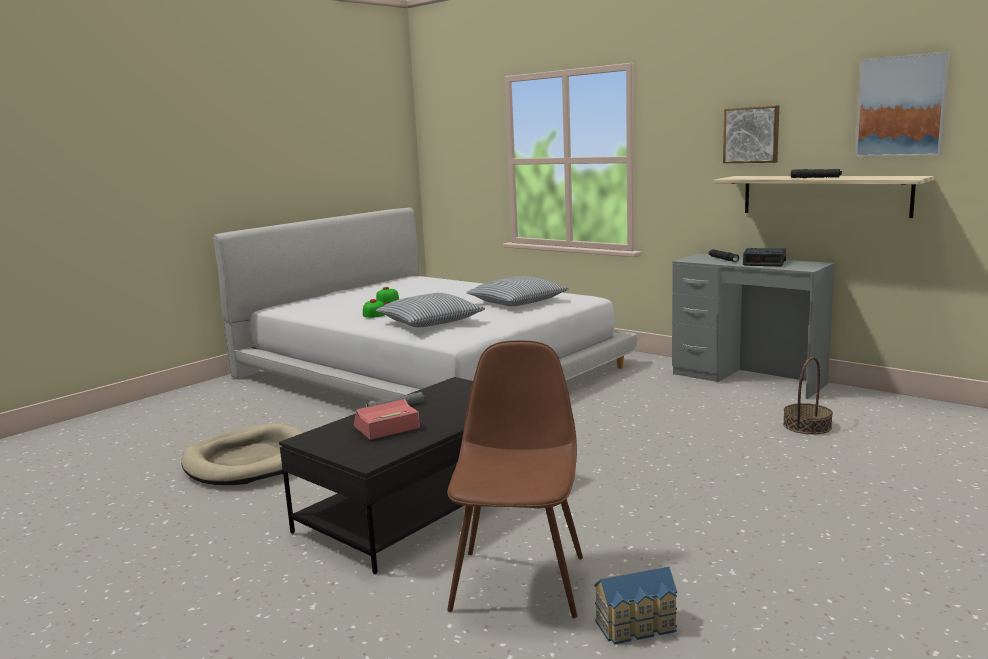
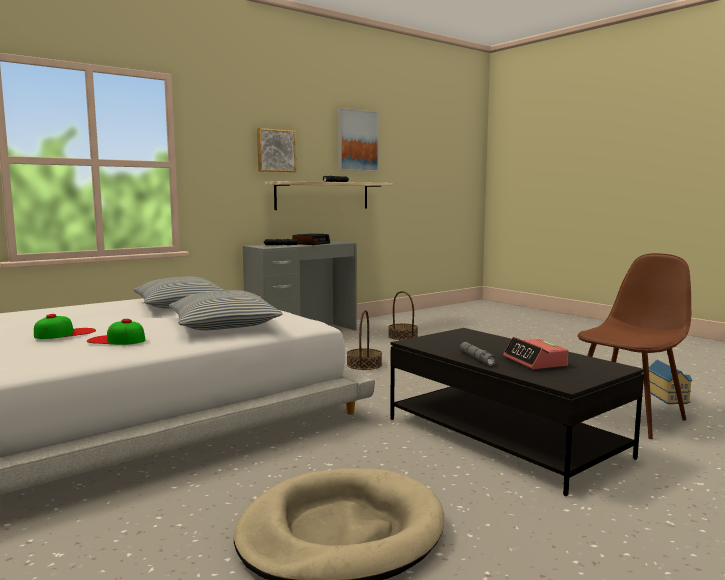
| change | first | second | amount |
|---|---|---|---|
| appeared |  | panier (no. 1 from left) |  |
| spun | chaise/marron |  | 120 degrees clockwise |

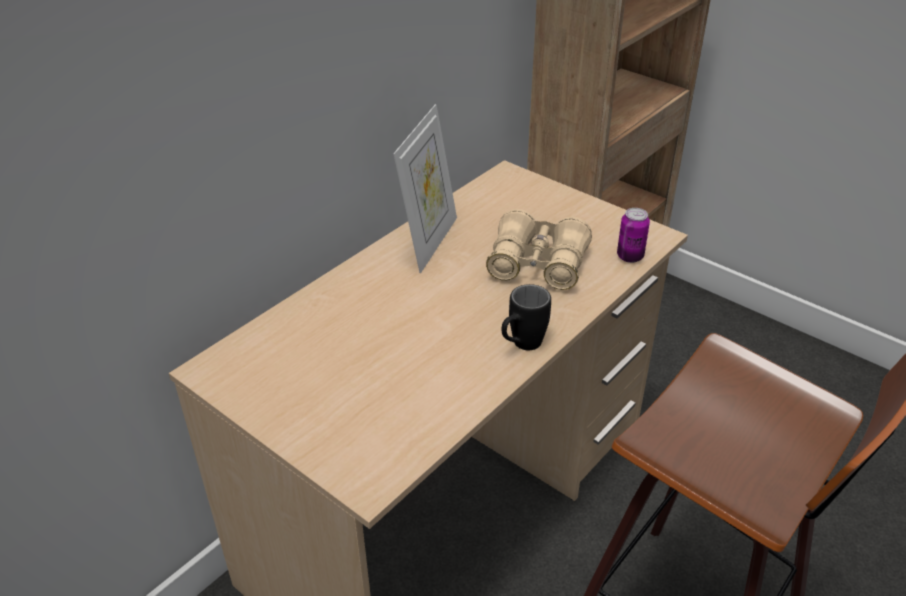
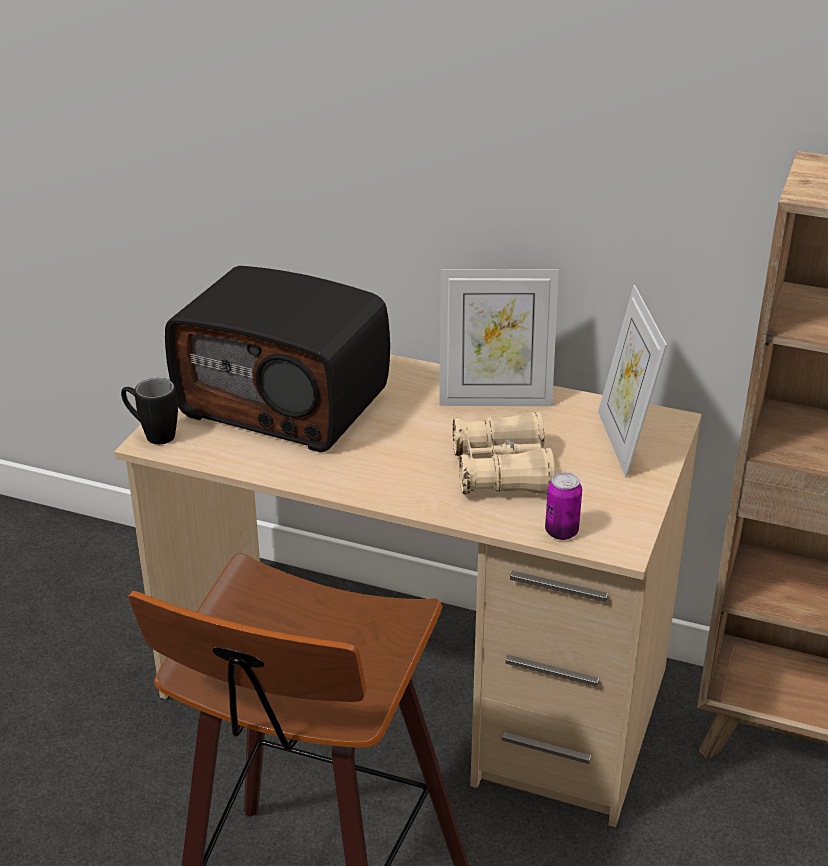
| change | first | second | amount |
|---|---|---|---|
| relocated | mug/noir |  |  |
| appeared |  | radio |  |
| appeared |  | cadre photo (no. 2 from left) |  |

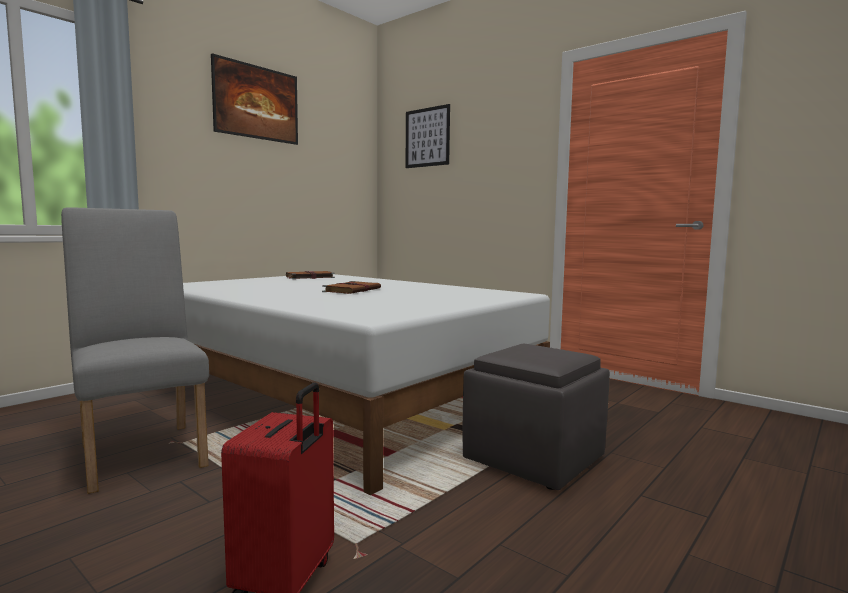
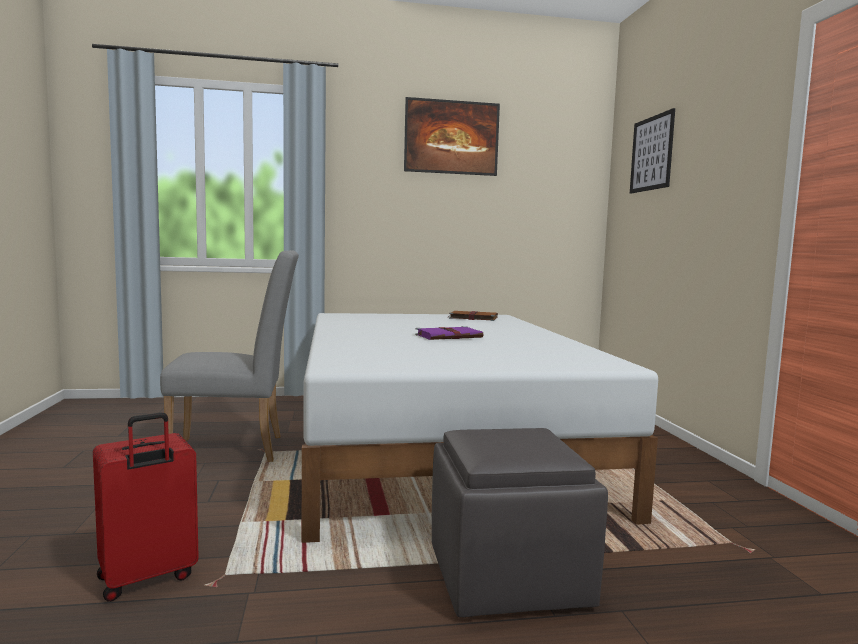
| change | first | second | amount |
|---|---|---|---|
| spun | chaise/gris |  | 75 degrees clockwise |
| colour | livre/marron (no. 2 from left) | livre/violet |  |

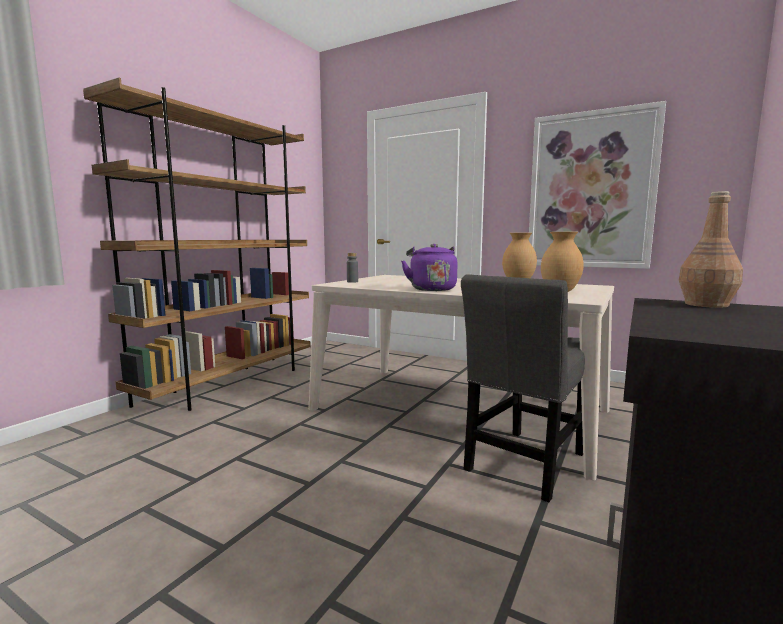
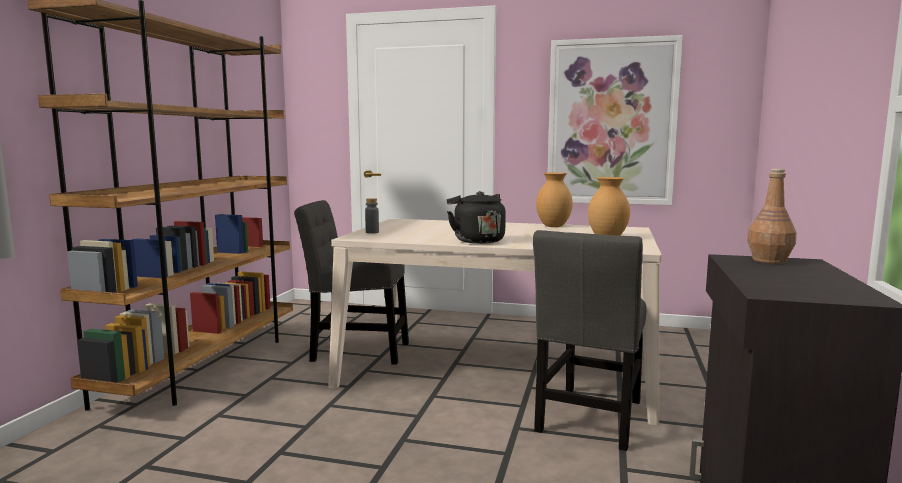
| change | first | second | amount |
|---|---|---|---|
| appeared |  | chaise/gris (no. 1 from left) |  |
| colour | bouilloire/violet | bouilloire/noir |  |

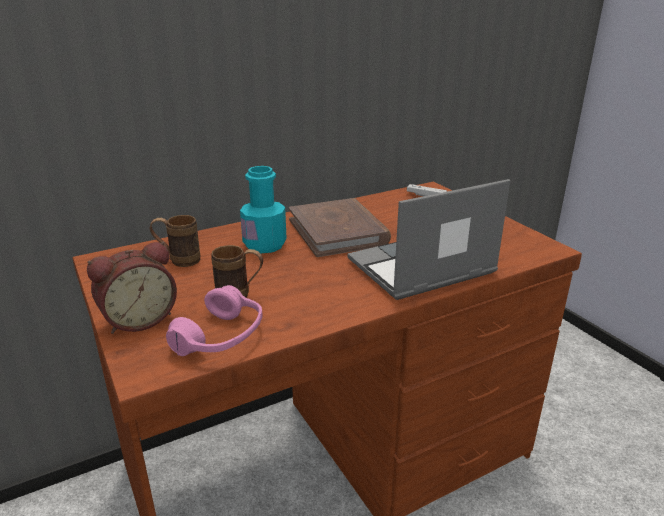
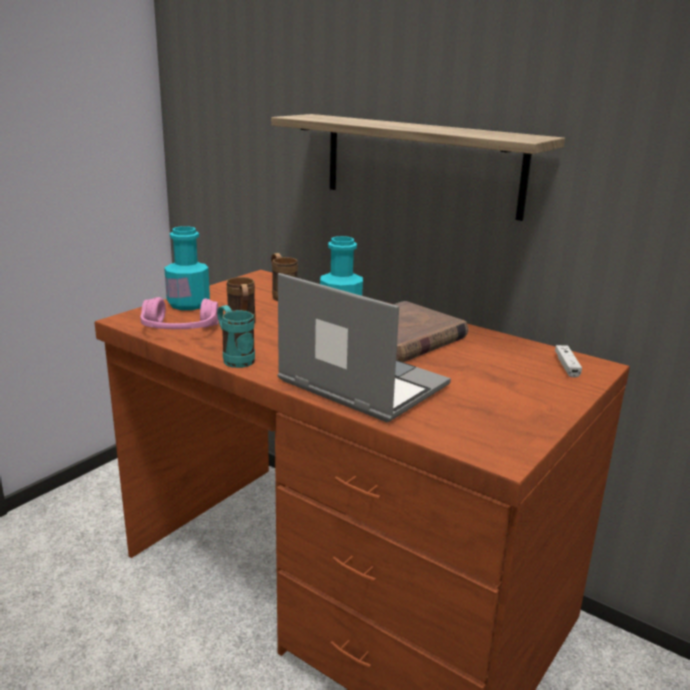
| change | first | second | amount |
|---|---|---|---|
| exchanged | réveil | bouteille/turquoise (no. 1 from left) |  |
| appeared |  | mug/turquoise |  |
| appeared |  | étagère |  |

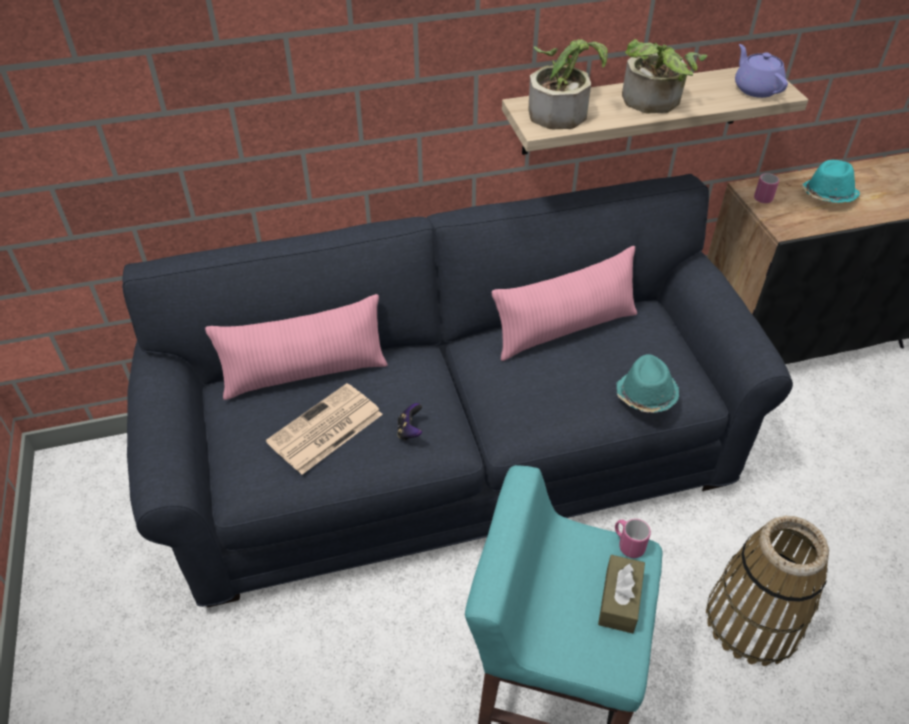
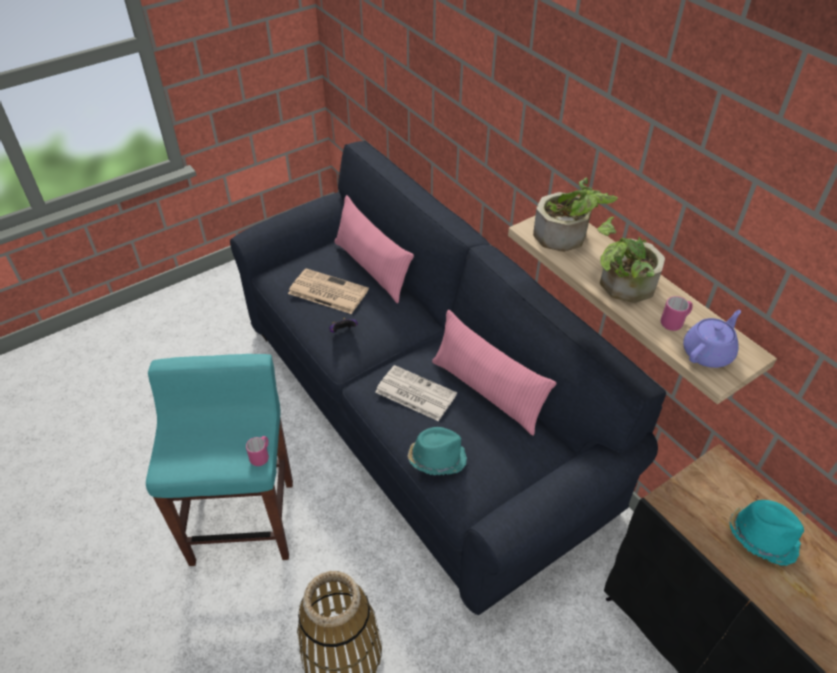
| change | first | second | amount |
|---|---|---|---|
| appeared |  | journal (no. 2 from left) |  |
| relocated | mug/rose (no. 2 from left) |  |  |
| missing | boîte à mouchoirs/marron |  |  |

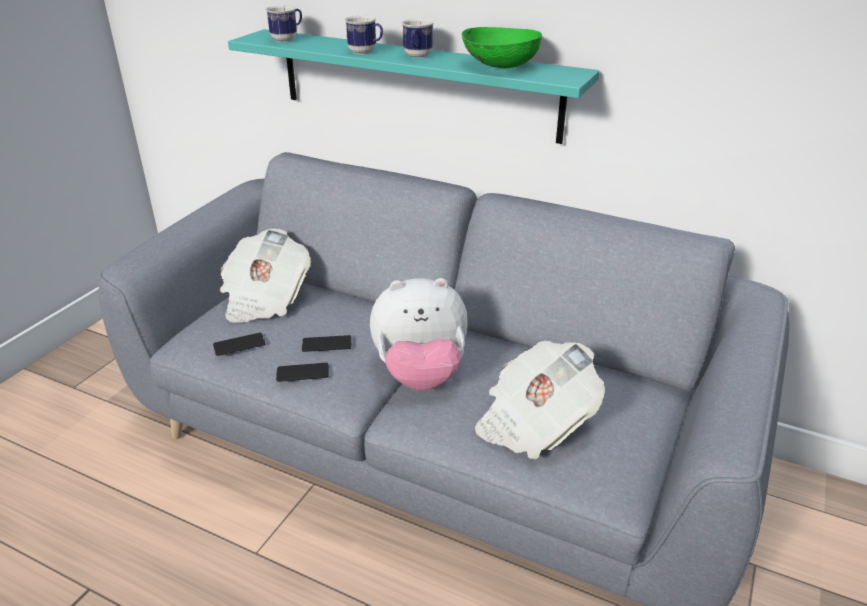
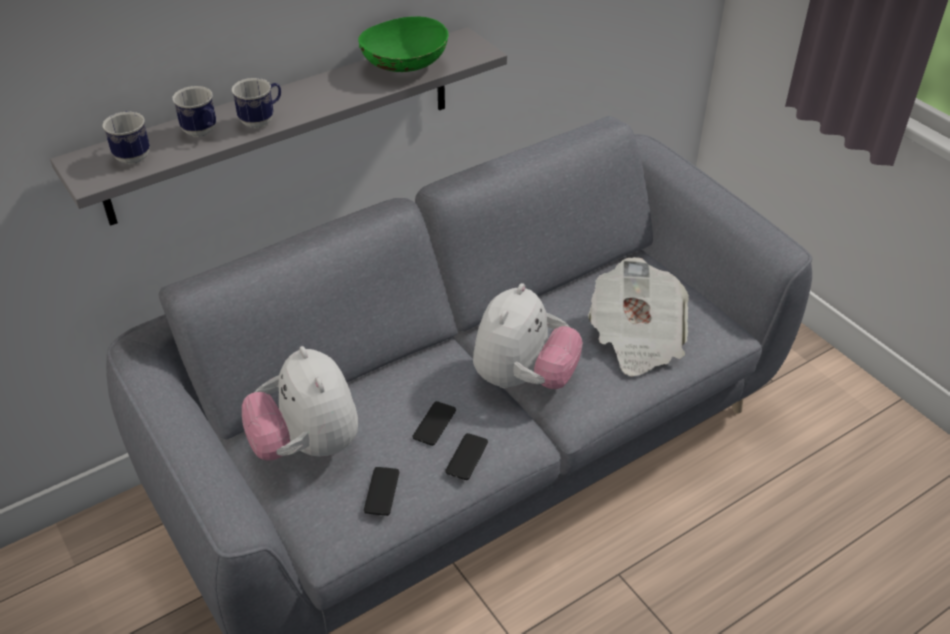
| change | first | second | amount |
|---|---|---|---|
| colour | étagère/turquoise | étagère/gris |  |
| relocated | mug (no. 3 from left in the first image) | mug (no. 2 from left) |  |
| exchanged | journal (no. 1 from left) | peluche (no. 1 from left) |  |

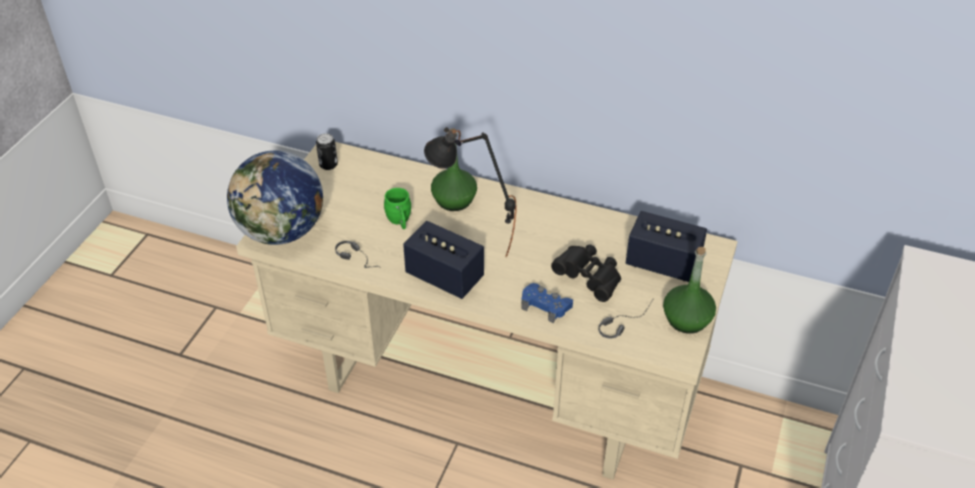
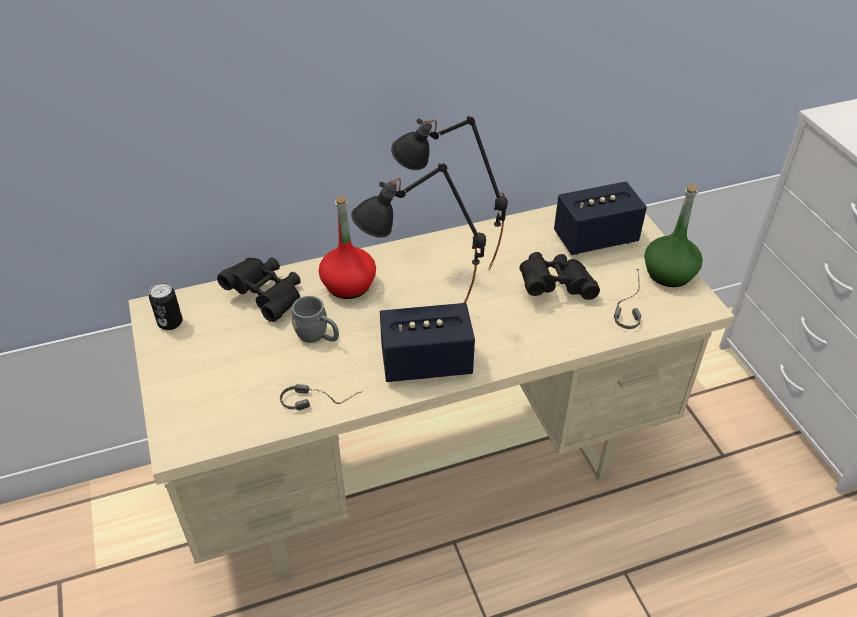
| change | first | second | amount |
|---|---|---|---|
| appeared |  | jumelles/noir (no. 1 from left) |  |
| colour | mug/vert | mug/gris |  |
| colour | bouteille/vert (no. 1 from left) | bouteille/rouge |  |
| appeared |  | lampe de table/noir (no. 2 from left) |  |
| missing | globe |  |  |
| missing | manette/bleu |  |  |

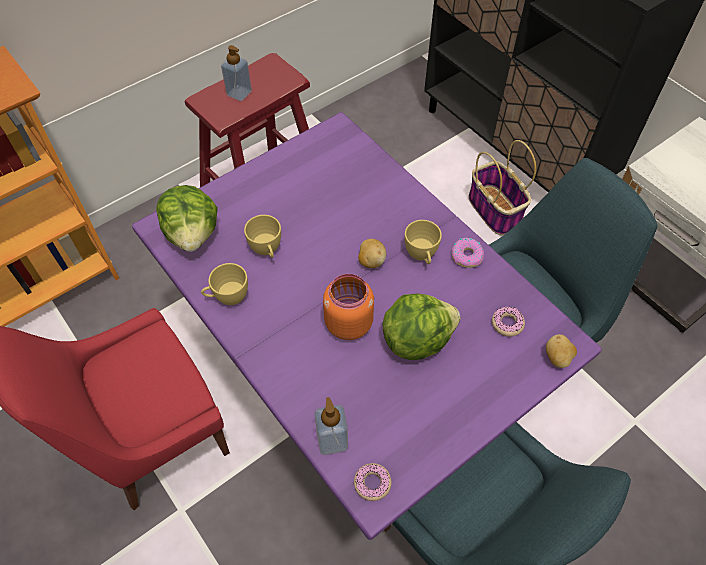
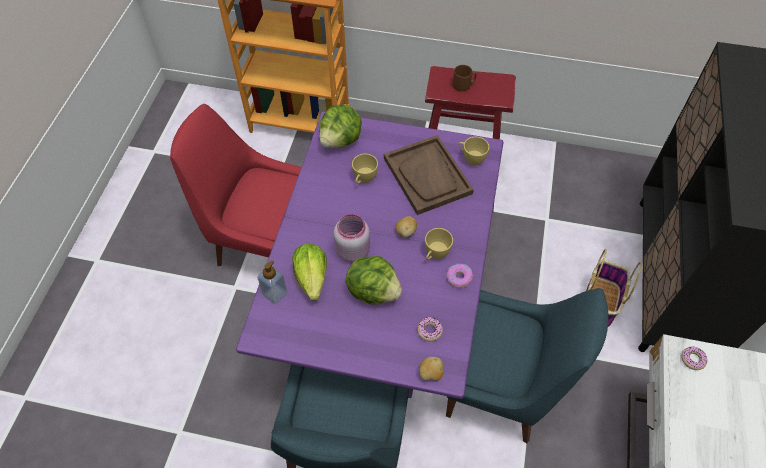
| change | first | second | amount |
|---|---|---|---|
| appeared |  | laitue (no. 1 from left) |  |
| colour | bocal/orange | bocal/rose |  |
| appeared |  | plateau/marron |  |
| exchanged | distributeur de savon (no. 1 from left) | mug/marron |  |
| relocated | tasse/jaune (no. 1 from left in the first image) | tasse/jaune (no. 3 from left) |  |
| relocated | beignet (no. 1 from left in the first image) | beignet (no. 3 from left) |  |

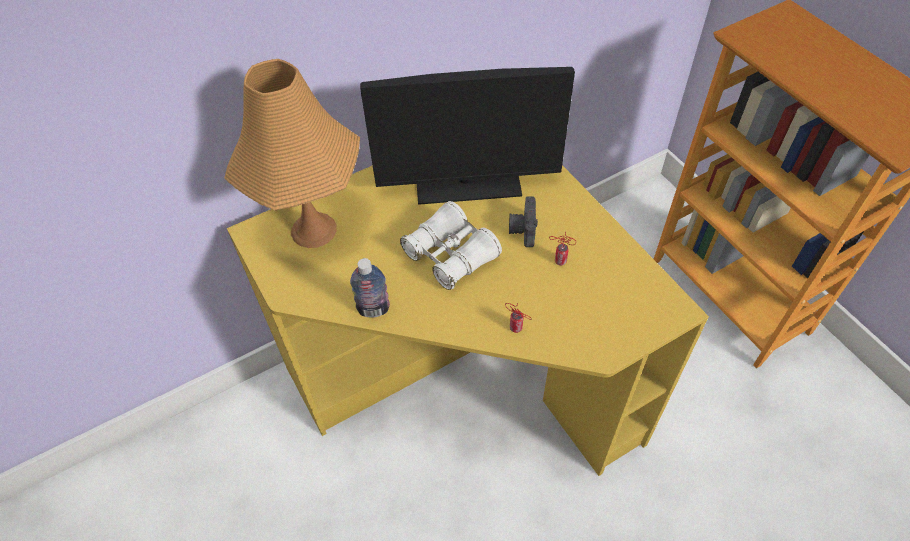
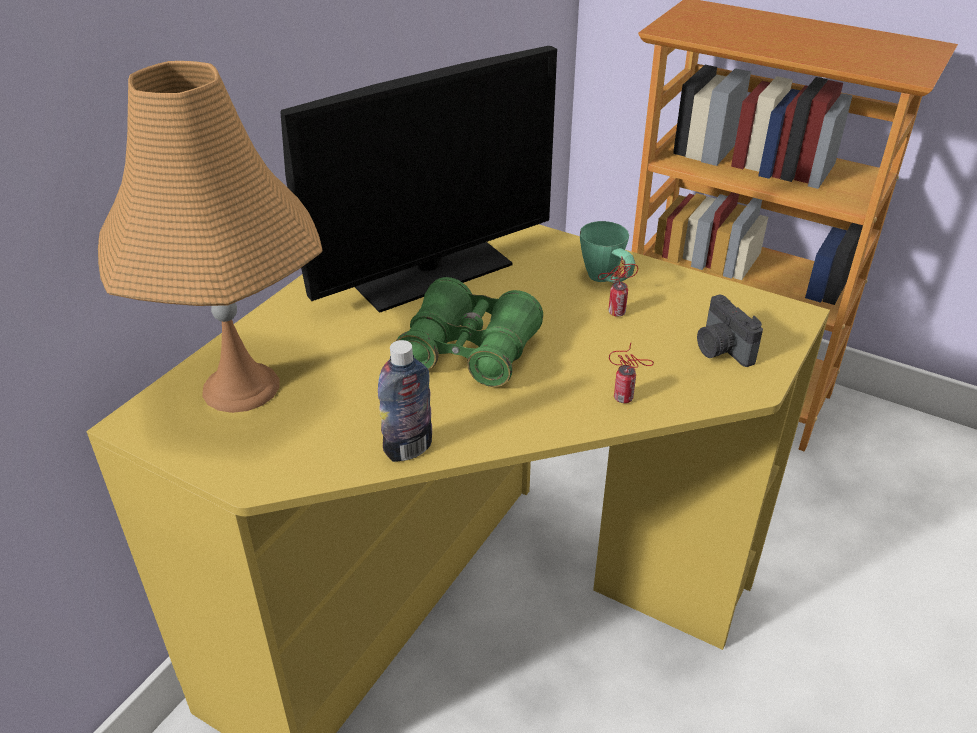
| change | first | second | amount |
|---|---|---|---|
| colour | jumelles/blanc | jumelles/vert |  |
| appeared |  | mug/vert |  |
| relocated | appareil photo |  |  |

